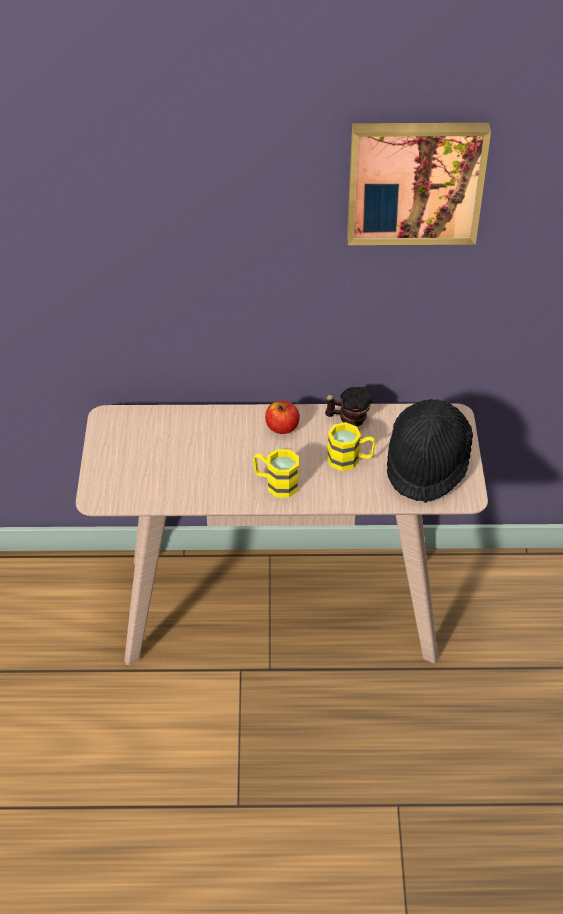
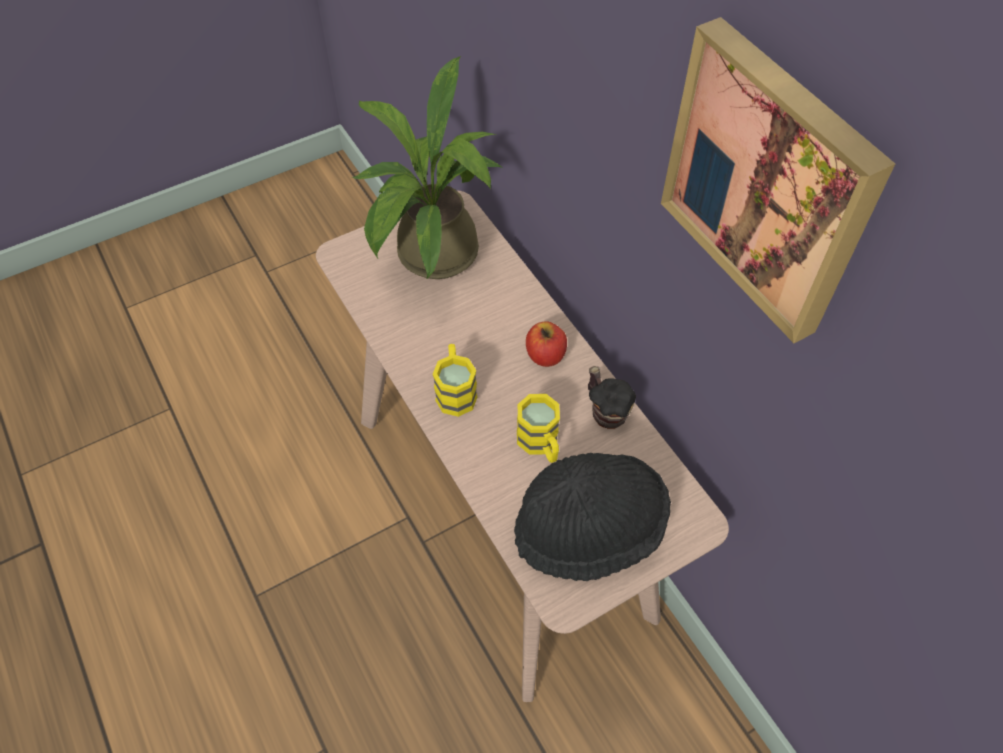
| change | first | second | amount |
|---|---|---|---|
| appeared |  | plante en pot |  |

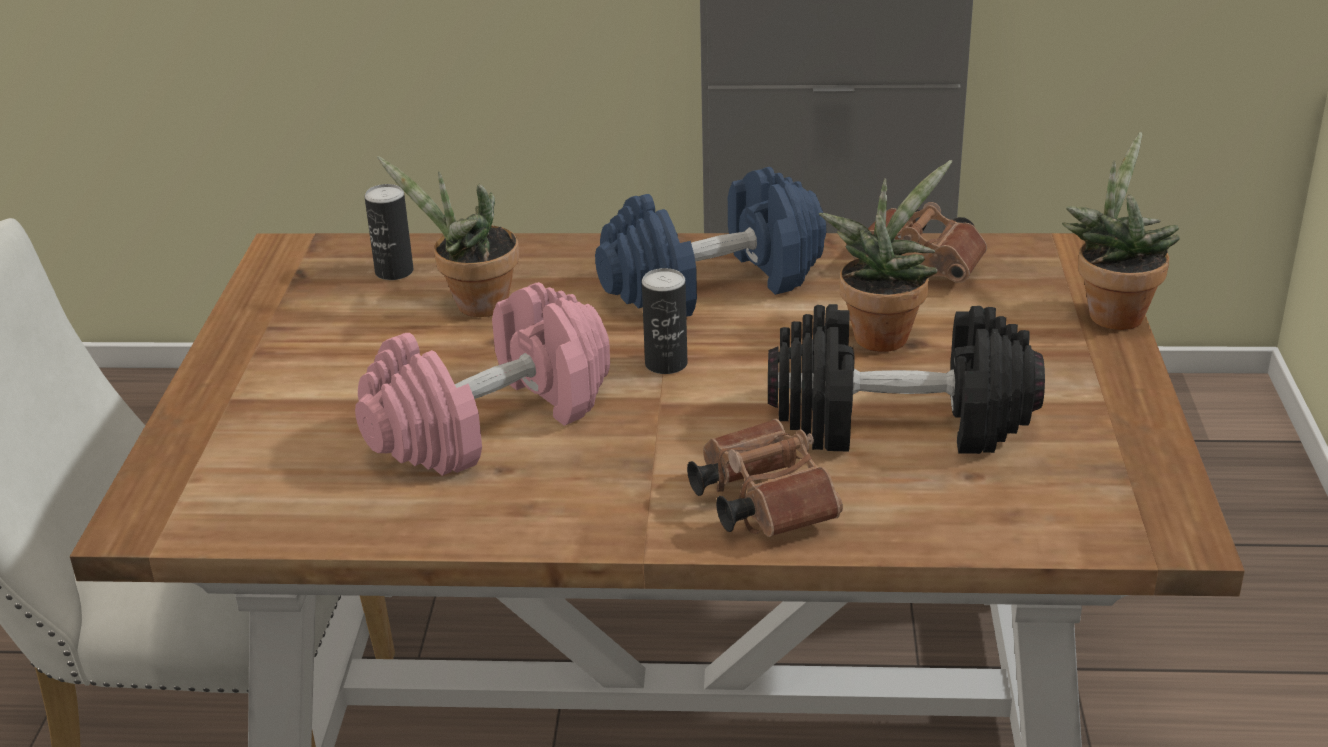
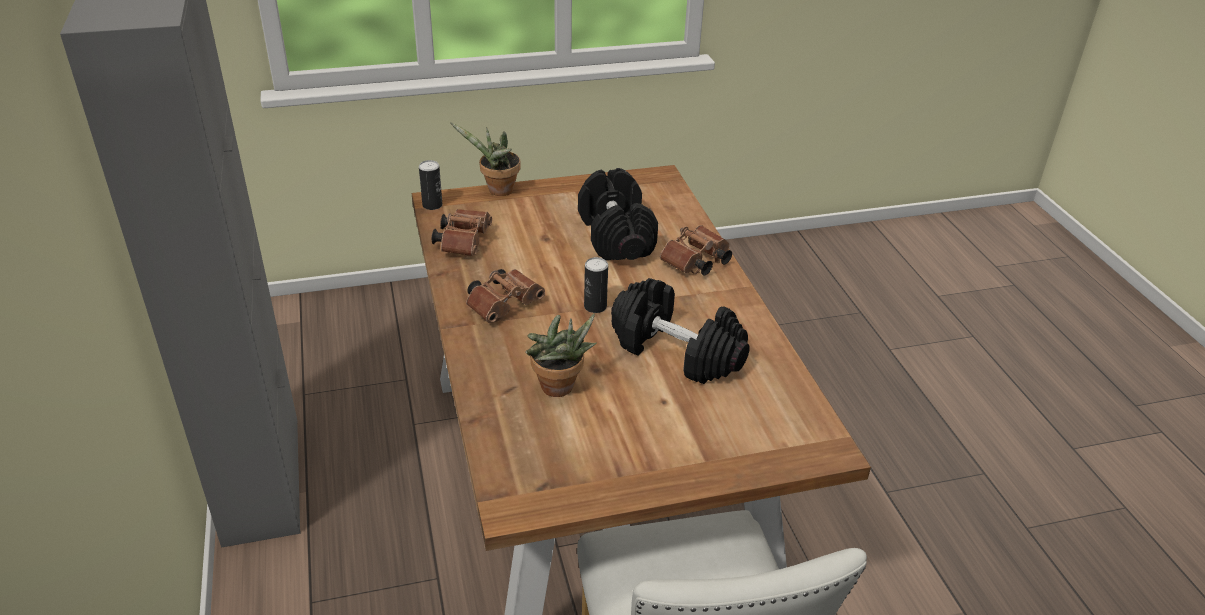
| change | first | second | amount |
|---|---|---|---|
| relocated | boîte métallique (no. 1 from left) |  |  |
| exchanged | haltère/bleu | jumelles/marron (no. 2 from left) |  |
| colour | haltère/rose | haltère/noir (no. 2 from left) |  |
| missing | plante en pot (no. 2 from left) |  |  |

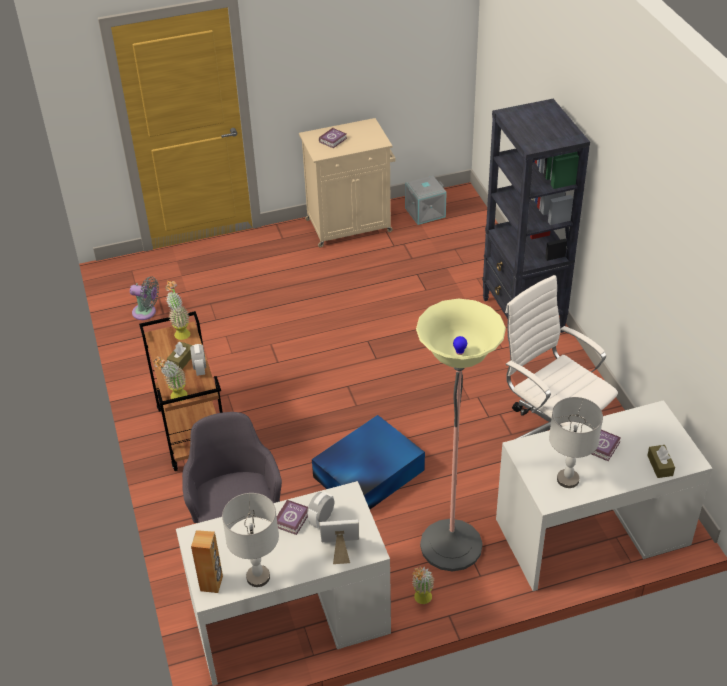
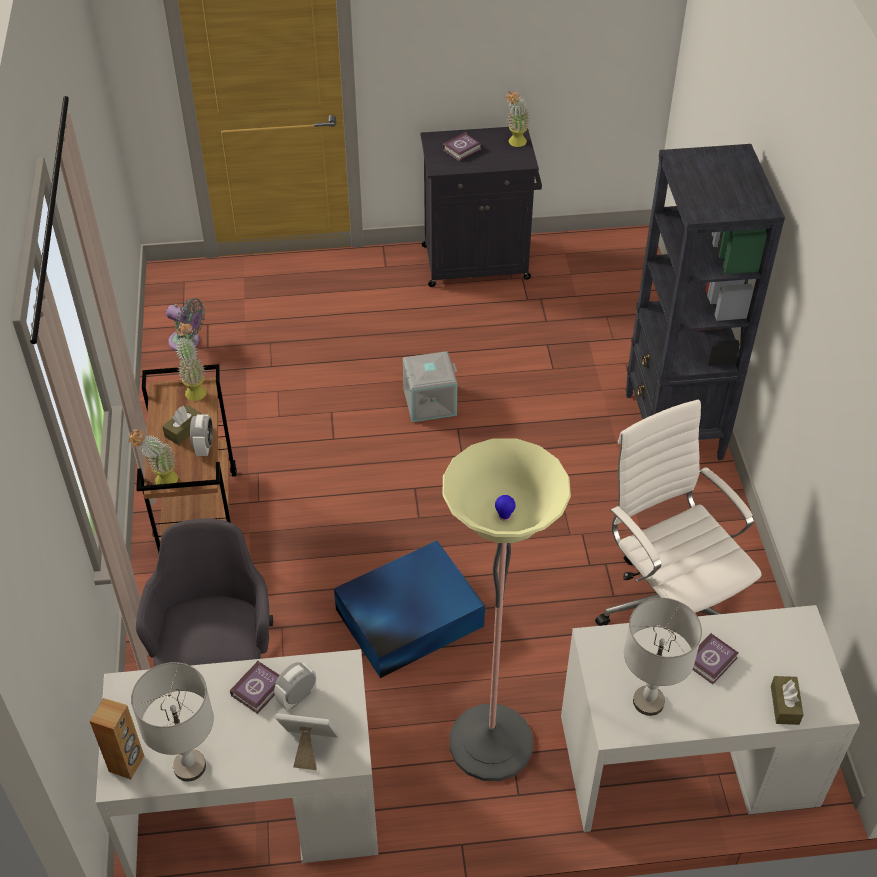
| change | first | second | amount |
|---|---|---|---|
| relocated | boîte de rangement/gris |  |  |
| colour | meuble de rangement/beige | meuble de rangement/noir |  |
| relocated | plante en pot (no. 3 from left) |  |  |

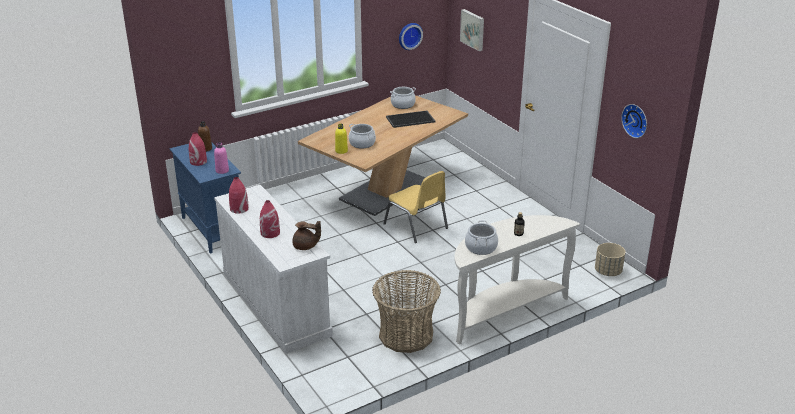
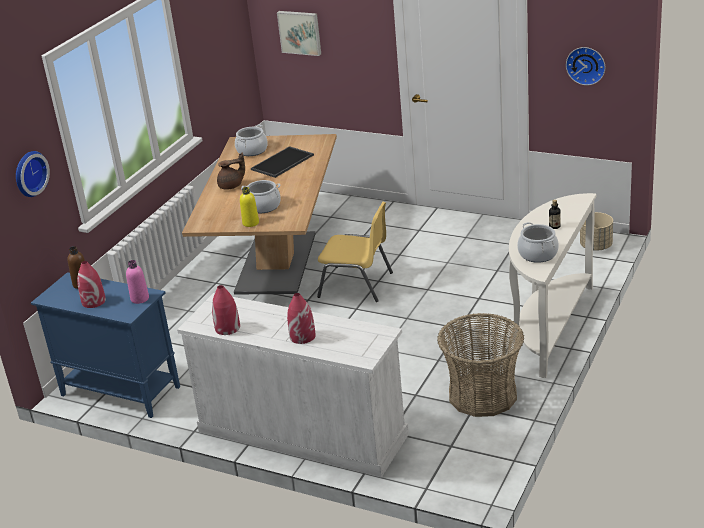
| change | first | second | amount |
|---|---|---|---|
| relocated | horloge murale (no. 1 from left) |  |  |
| relocated | théière/marron |  |  |

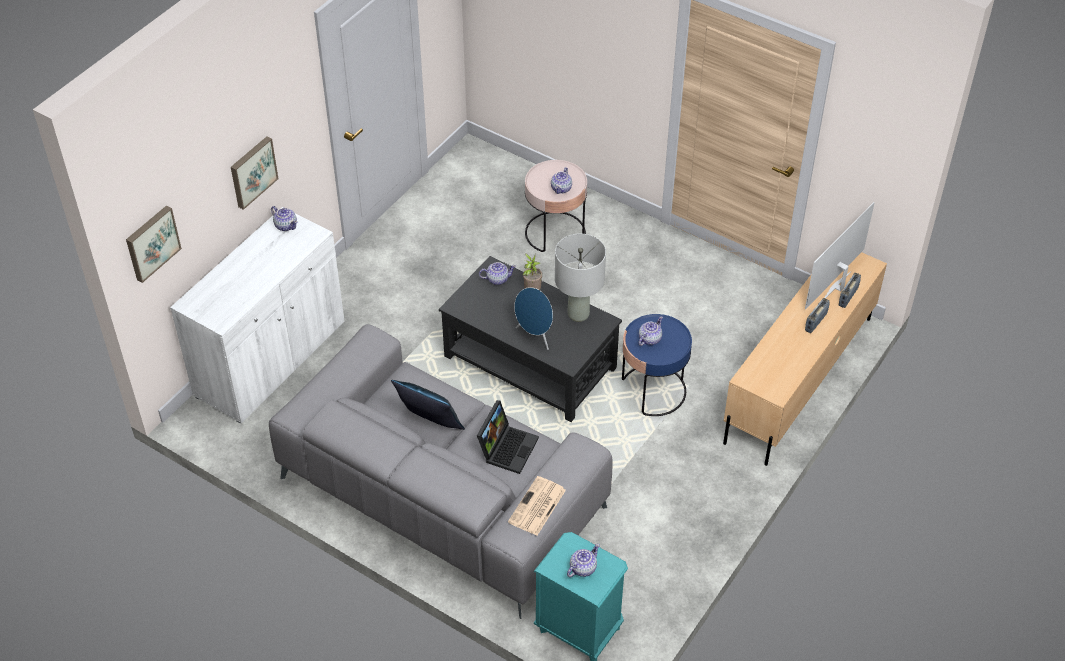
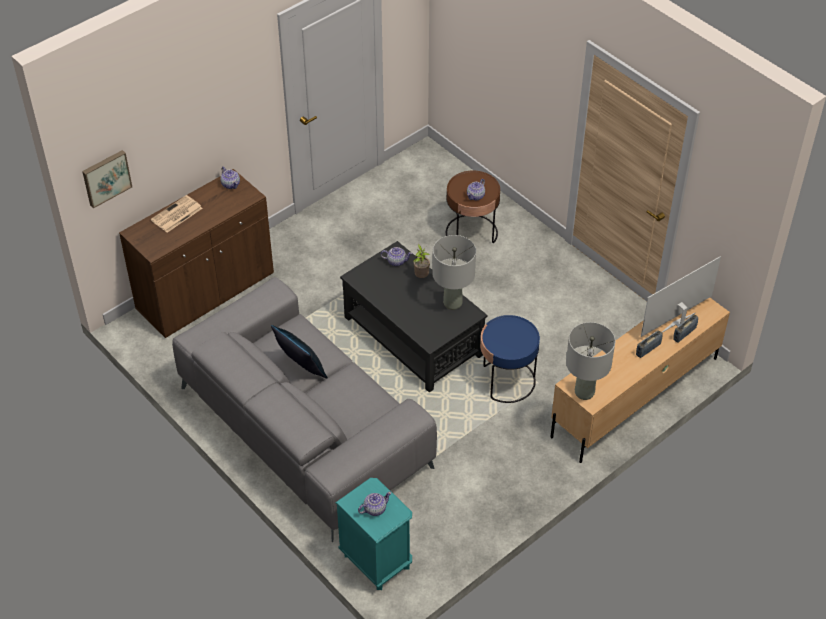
| change | first | second | amount |
|---|---|---|---|
| colour | meuble de rangement/blanc | meuble de rangement/marron |  |
| relocated | journal |  |  |
| colour | table d'appoint/rose | table d'appoint/marron |  |
| appeared |  | lampe de table/gris (no. 2 from left) |  |
| missing | tableau (no. 2 from left) |  |  |
| missing | ordinateur portable |  |  |
| missing | enceinte/bleu |  |  |
| missing | théière (no. 5 from left) |  |  |

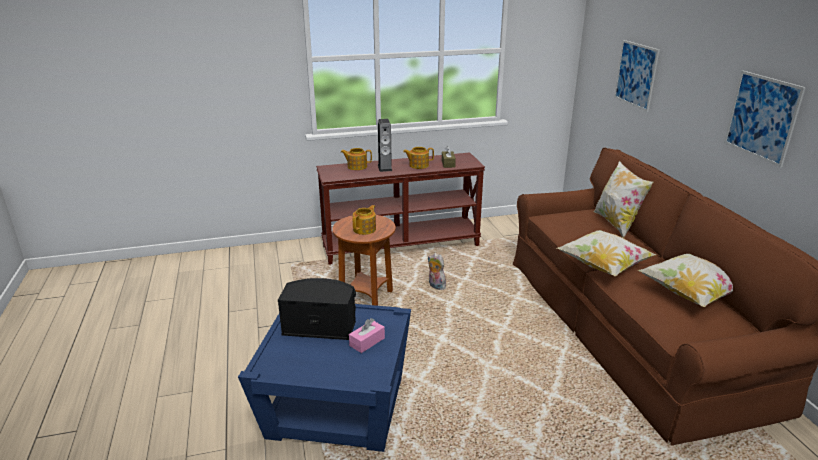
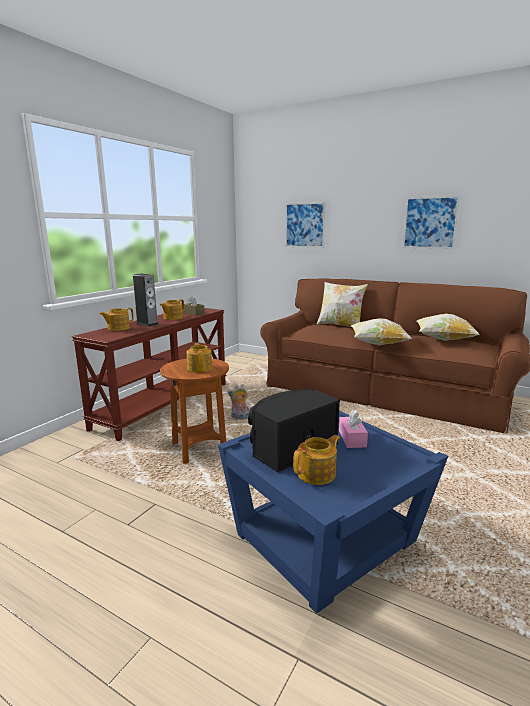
| change | first | second | amount |
|---|---|---|---|
| appeared |  | théière (no. 4 from left) |  |

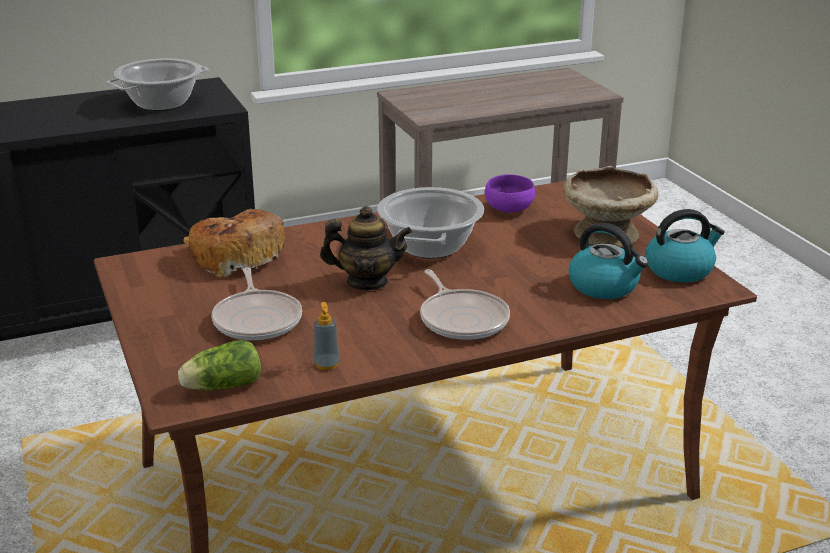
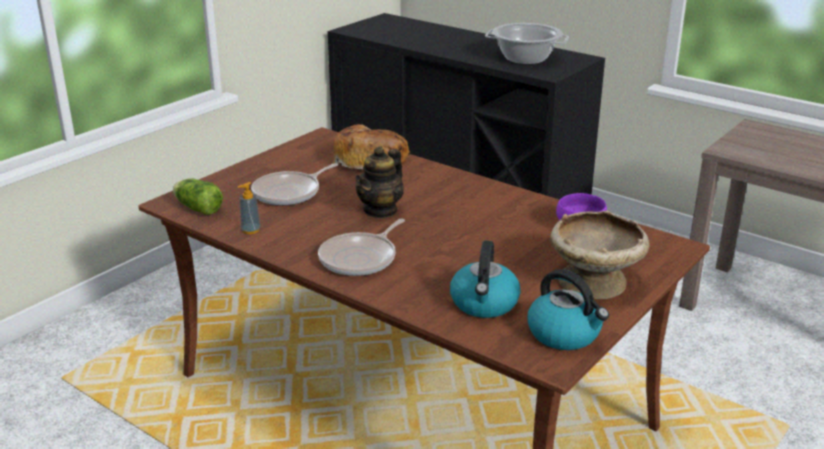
| change | first | second | amount |
|---|---|---|---|
| spun | théière |  | 60 degrees clockwise |
| missing | marmite (no. 2 from left) |  |  |

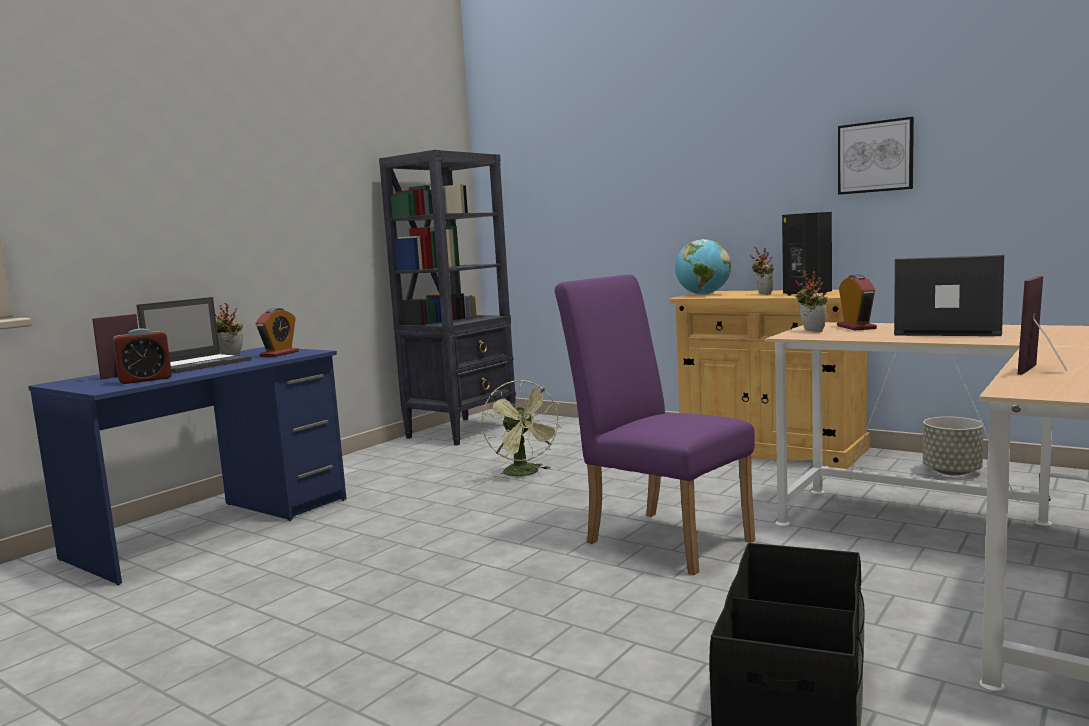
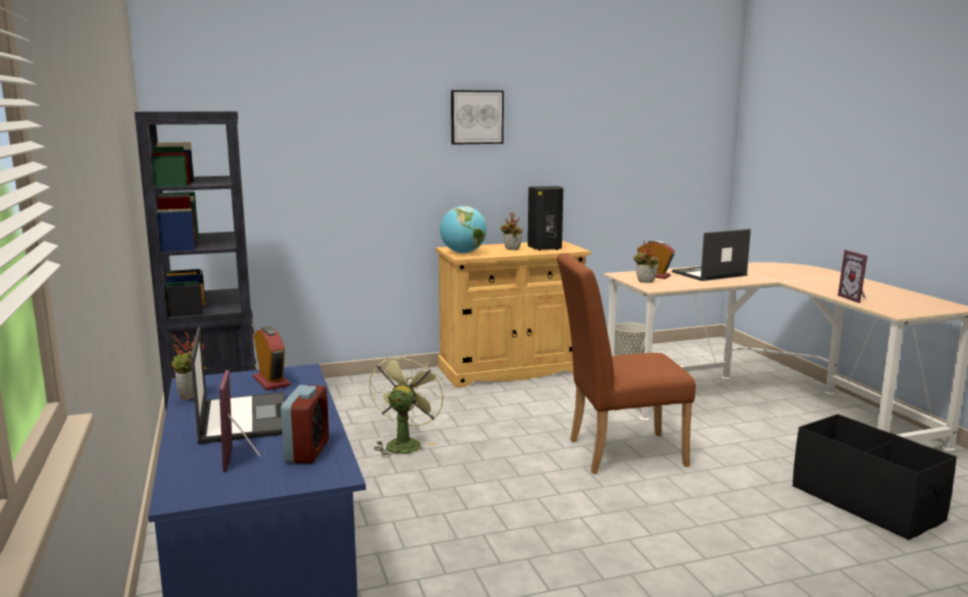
| change | first | second | amount |
|---|---|---|---|
| spun | ventilateur/vert |  | 90 degrees counterclockwise |
| relocated | tableau |  |  |
| colour | chaise/violet | chaise/marron |  |

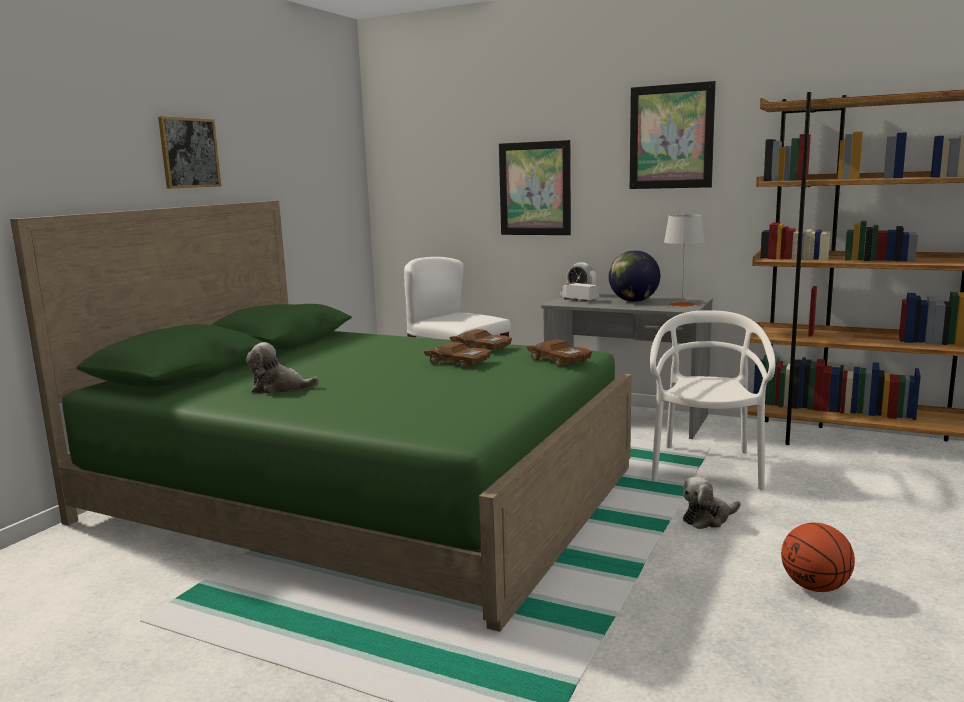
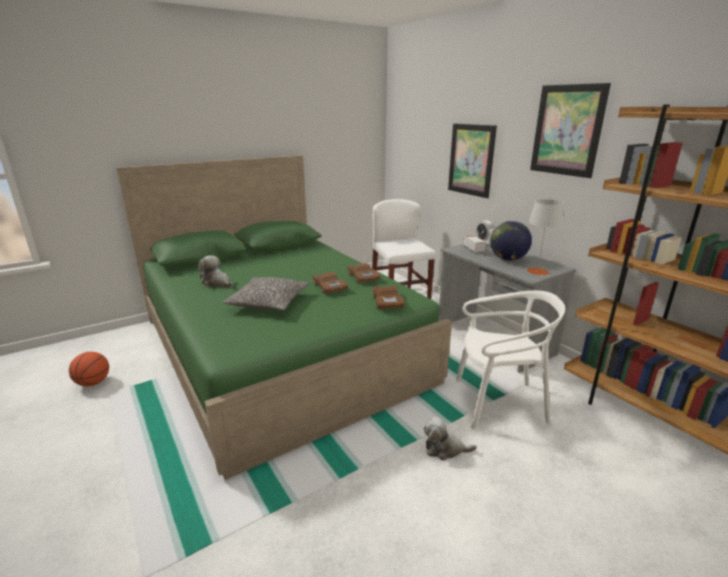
| change | first | second | amount |
|---|---|---|---|
| relocated | ballon de basket |  |  |
| appeared |  | coussin |  |
| spun | chaise/blanc (no. 2 from left) |  | 45 degrees clockwise |
| missing | tableau (no. 1 from left) |  |  |

